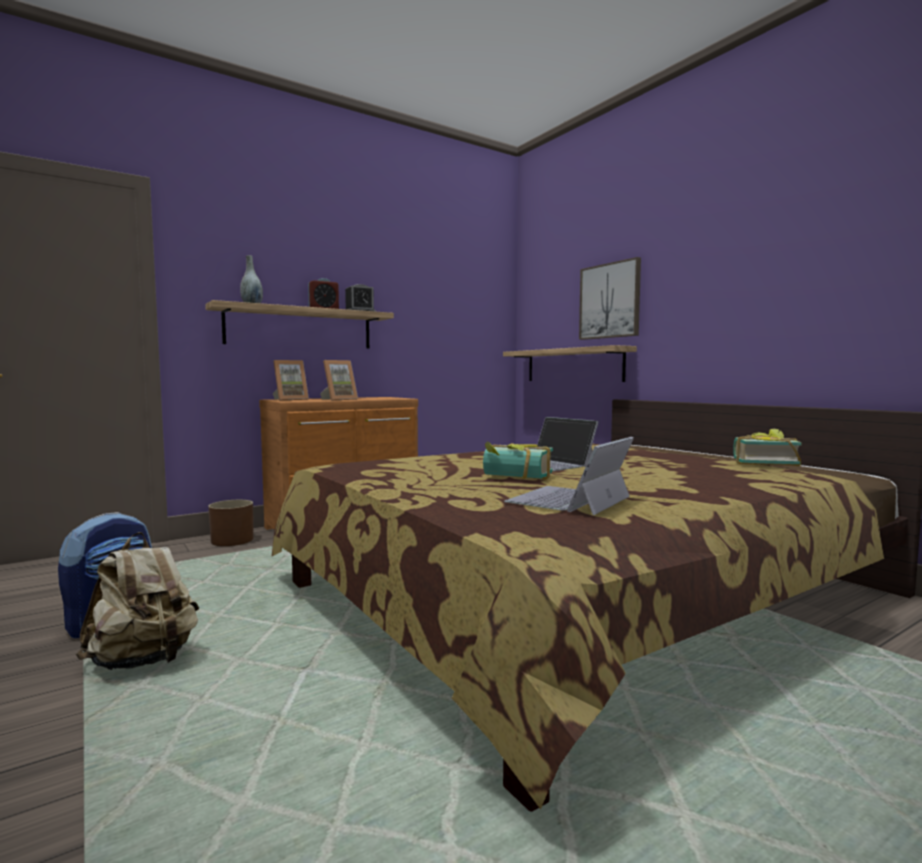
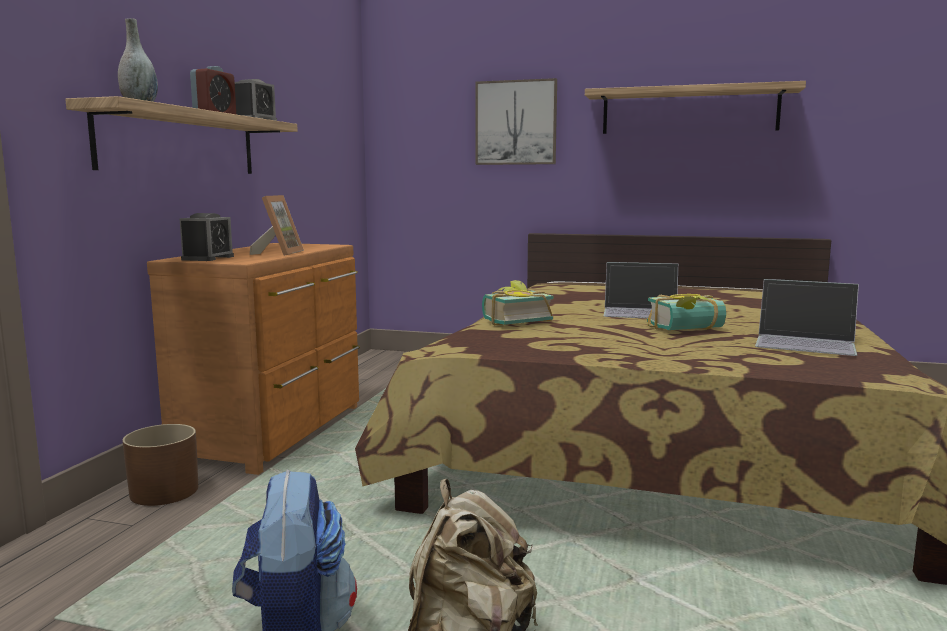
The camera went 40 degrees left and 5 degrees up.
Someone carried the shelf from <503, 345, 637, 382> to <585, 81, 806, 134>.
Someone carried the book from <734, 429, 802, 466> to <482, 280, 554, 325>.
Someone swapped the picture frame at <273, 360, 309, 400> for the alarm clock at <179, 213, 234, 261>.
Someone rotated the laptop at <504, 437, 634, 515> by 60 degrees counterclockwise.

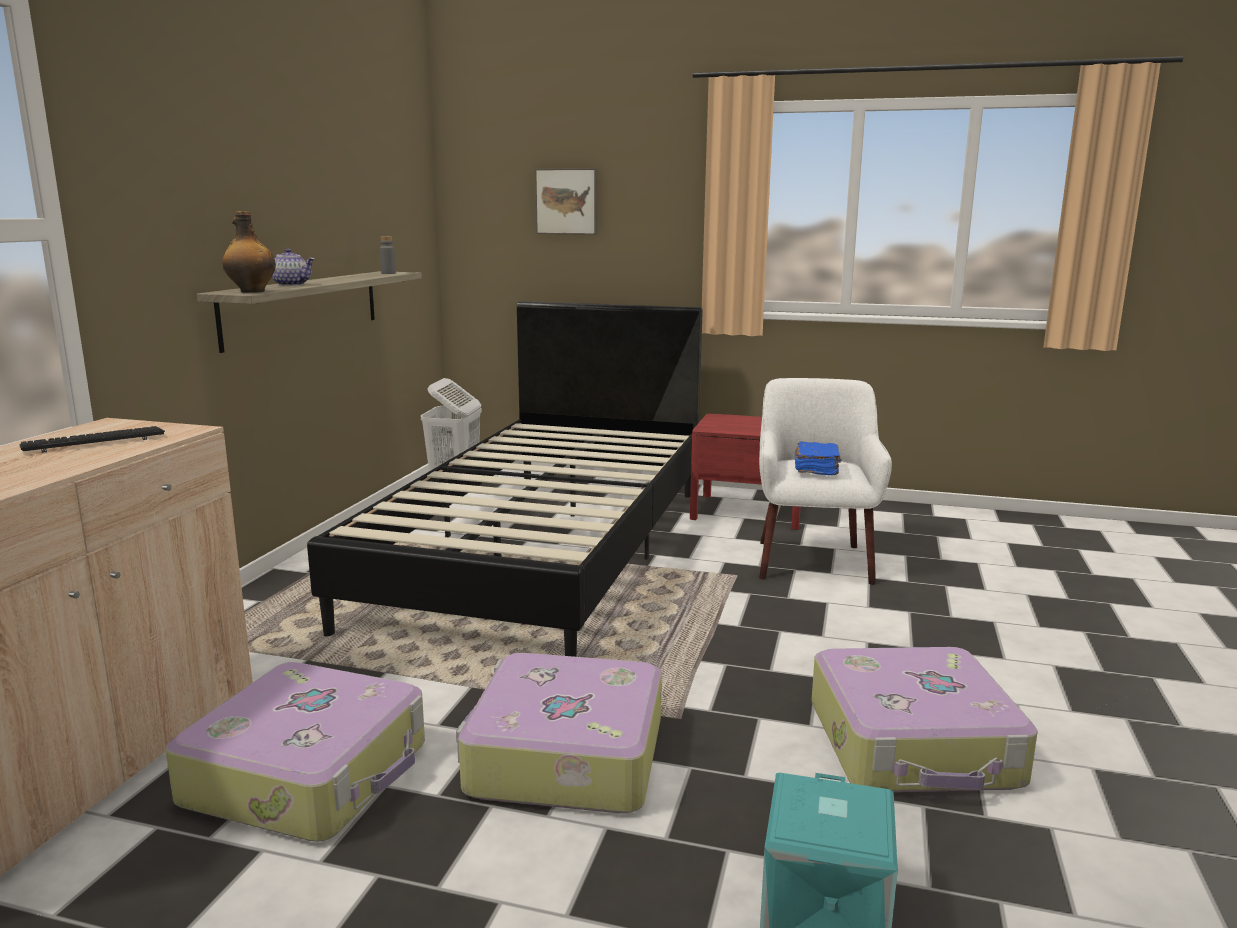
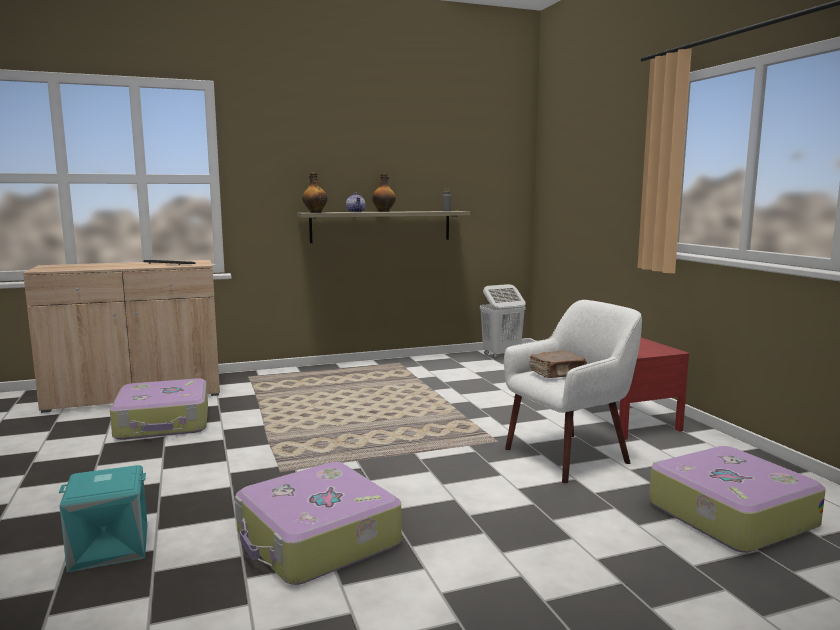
The camera went 55 degrees right and 5 degrees down.
Someone took away the bed/black at <307, 301, 703, 657>.
Someone took away the picture at <535, 168, 598, 235>.
Someone put down the bottle at <372, 173, 396, 212>.
Someone carried the suitcase from <456, 653, 662, 813> to <649, 446, 826, 553>.
Someone repainted the book/blue at <795, 441, 842, 476>, which became the book/brown at <529, 350, 587, 378>.

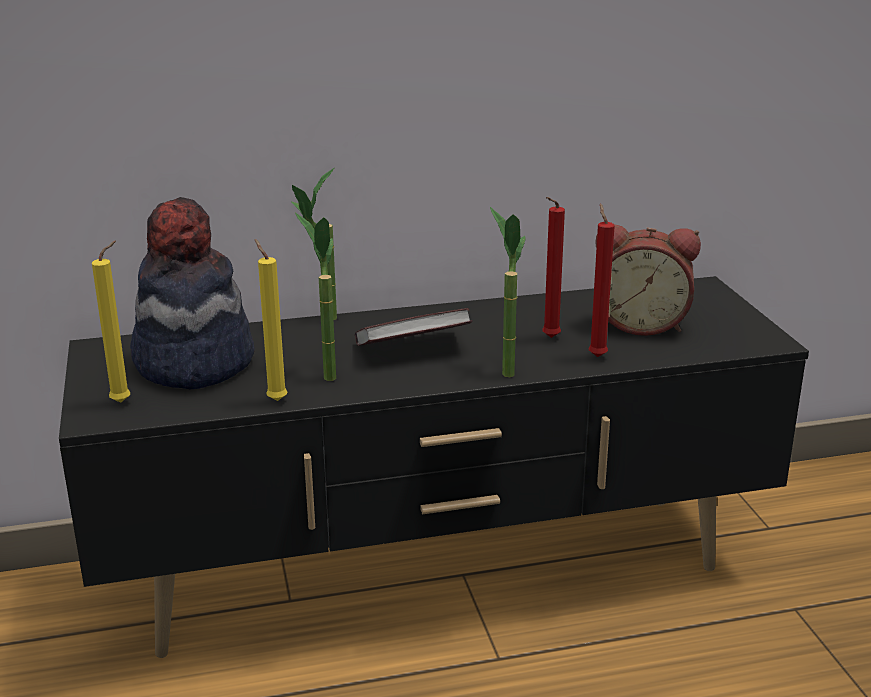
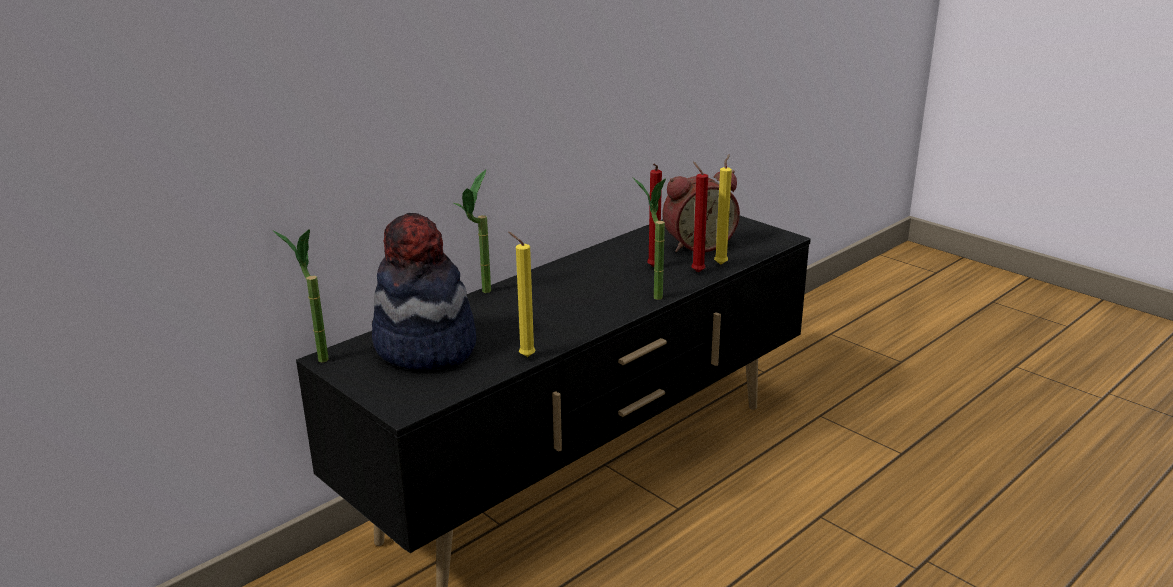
The camera went 30 degrees left and 0 degrees up.
Someone took away the book at <355, 308, 473, 346>.
Someone carried the candle/yellow from <92, 241, 130, 403> to <714, 154, 732, 265>.
Someone carried the potted plant from <295, 213, 336, 381> to <272, 229, 329, 363>.

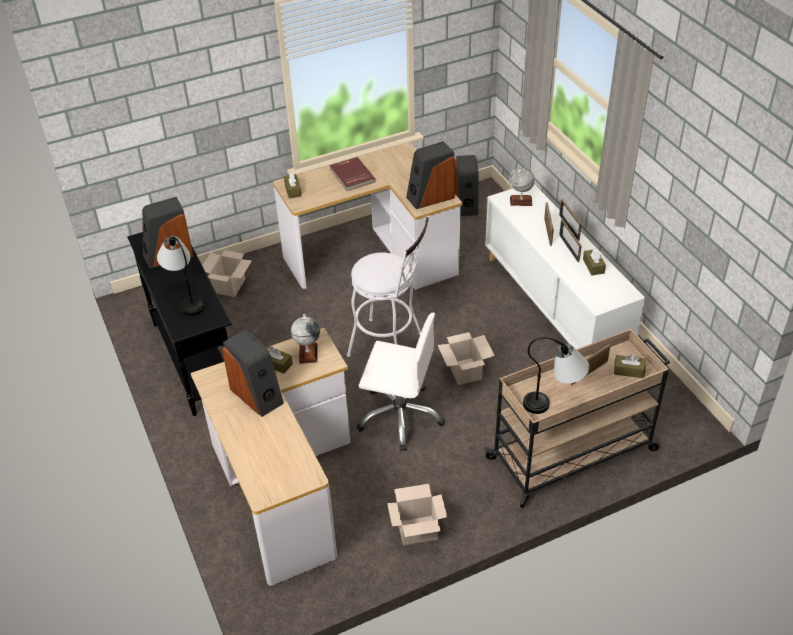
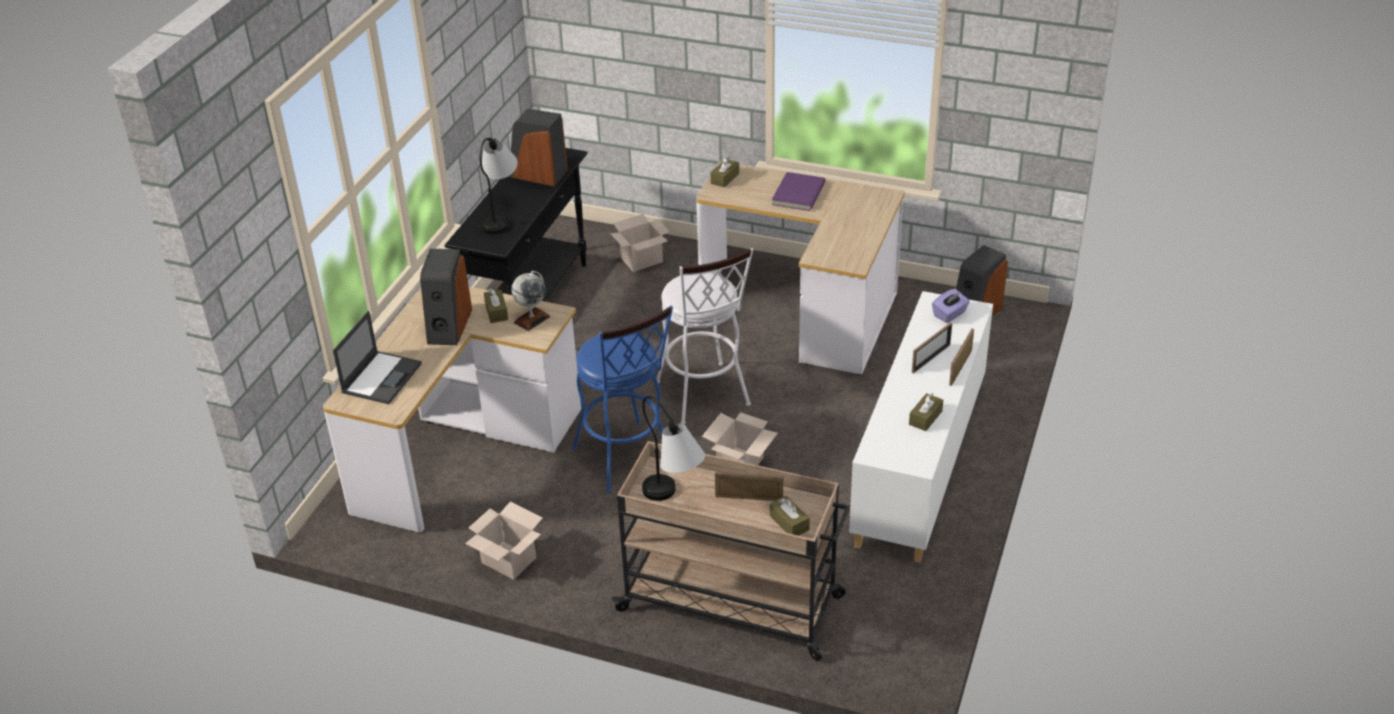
The camera went 45 degrees right and 5 degrees down.
Someone took away the speaker at <406, 141, 455, 209>.
Someone took away the picture frame at <559, 219, 582, 262>.
Someone put down the laptop at <333, 311, 422, 404>.
Someone swapped the office chair/white at <357, 313, 445, 451> for the stool/blue at <572, 305, 673, 493>.
Someone swapped the globe at <509, 168, 535, 206> for the tissue box/purple at <932, 289, 970, 323>.
Someone repainted the book/red at <329, 157, 376, 191>, which became the book/purple at <772, 172, 826, 211>.

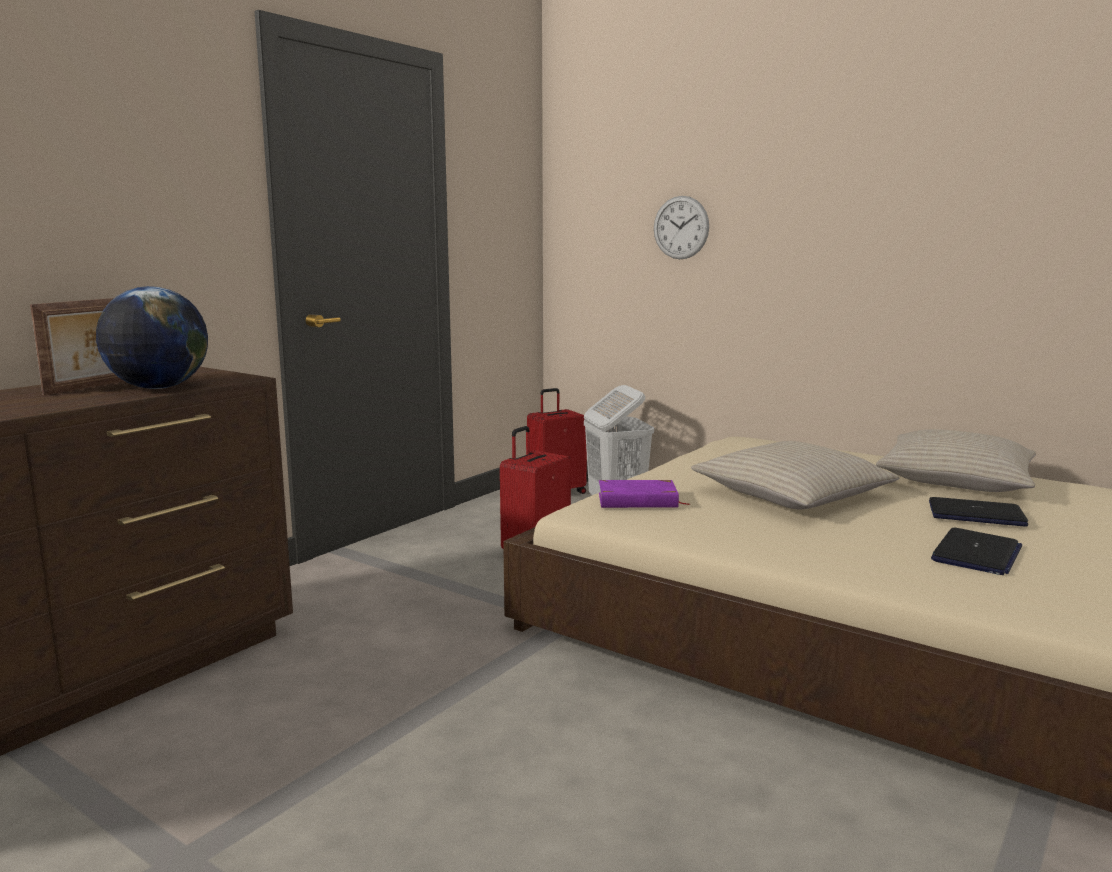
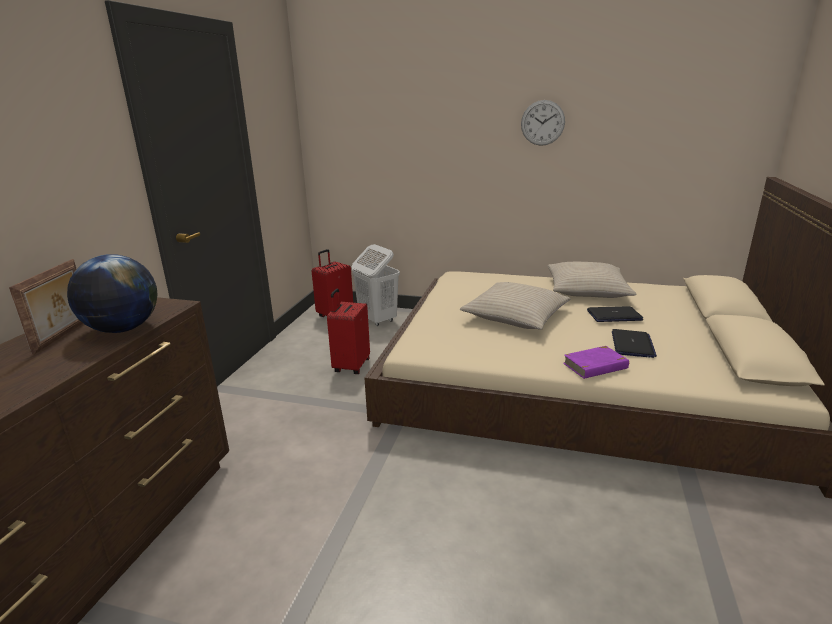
The camera went 20 degrees left and 10 degrees up.
Someone carried the book/purple from <599, 480, 690, 508> to <563, 346, 629, 379>.
Someone carried the wall clock from <654, 196, 709, 259> to <521, 100, 565, 146>.

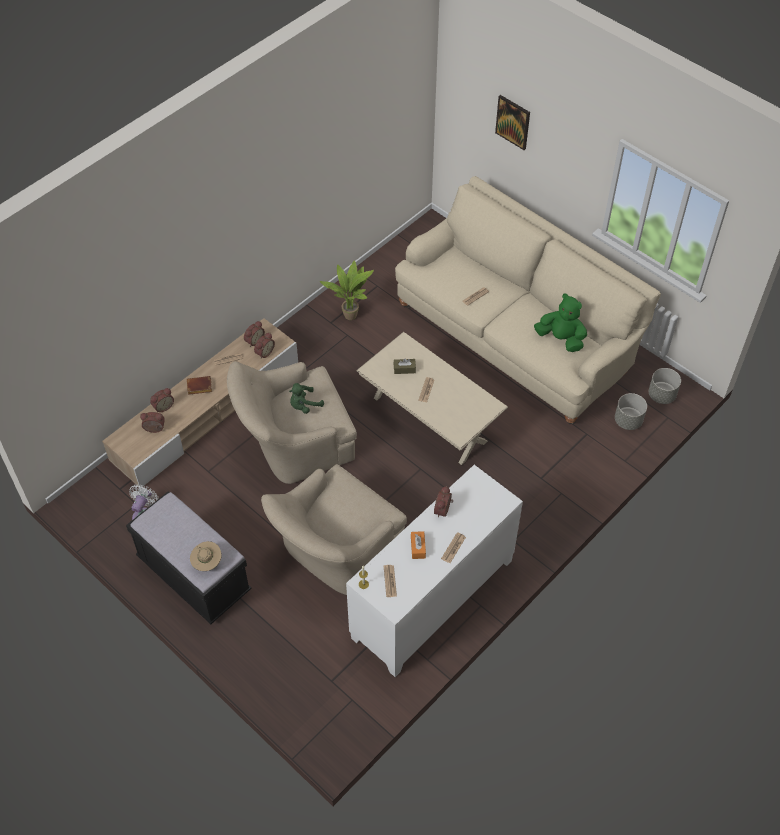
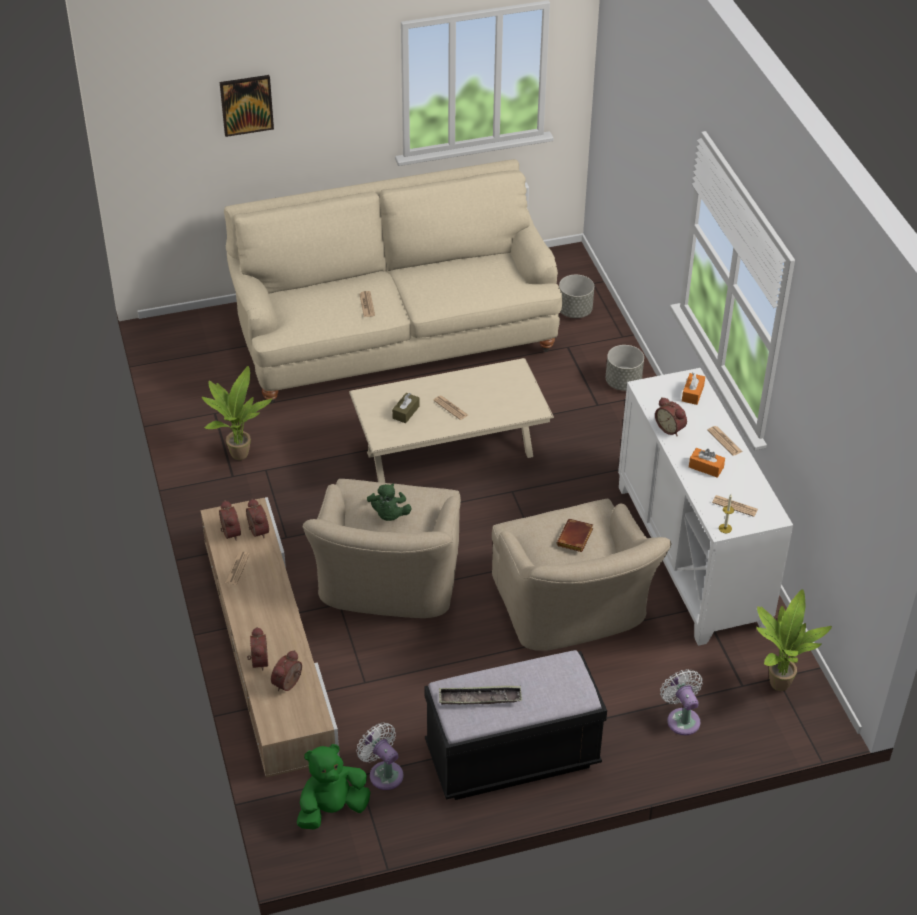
The camera went 60 degrees left and 10 degrees down.
Someone took away the hat/beige at <190, 541, 222, 571>.
Someone put down the tray at <439, 686, 522, 705>.
Someone put down the fan/white at <660, 669, 703, 735>.
Someone put down the tissue box/orange at <682, 373, 705, 405>.
Someone put down the potted plant at <757, 589, 832, 691>.
Someone carried the book/brown from <187, 376, 212, 395> to <557, 519, 593, 552>.
Someone carried the plush toy/green from <534, 293, 587, 352> to <297, 744, 371, 829>.
Someone carried the planter/grey from <649, 368, 681, 404> to <606, 345, 644, 391>.

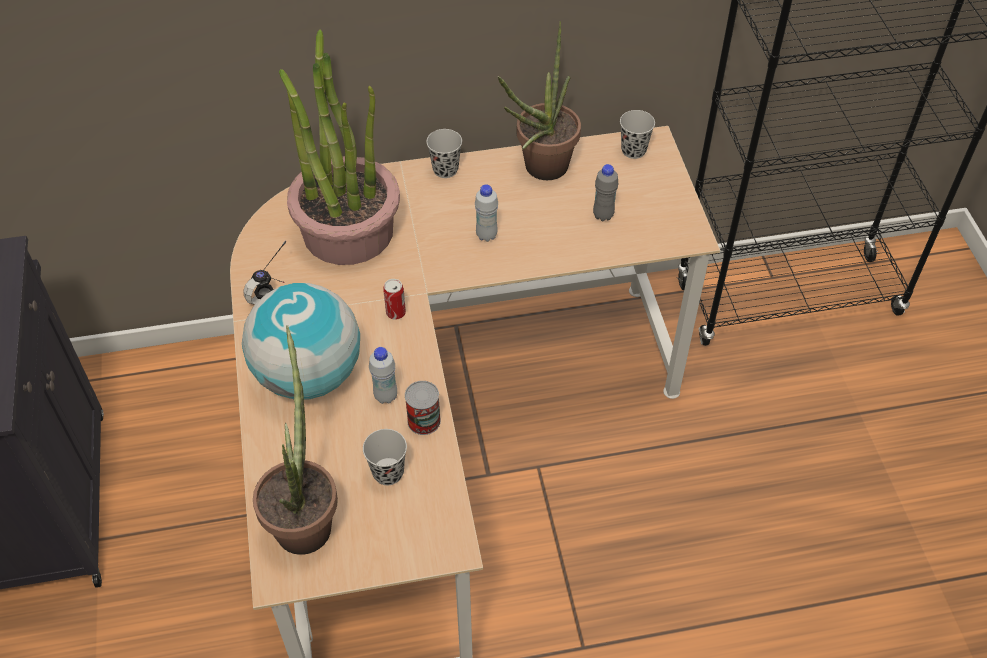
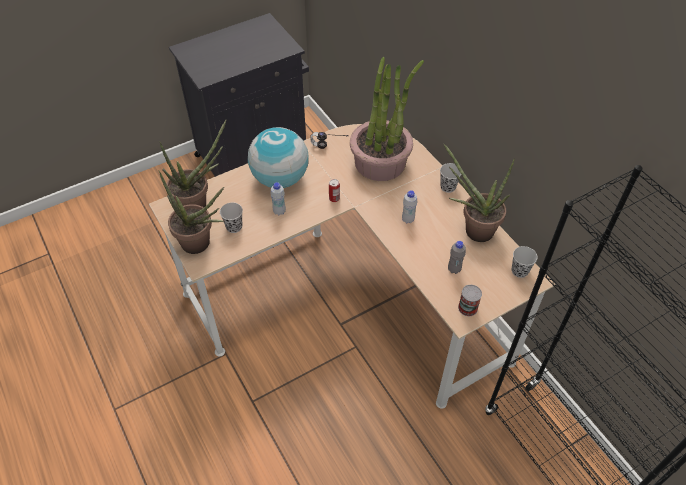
The camera went 70 degrees right and 0 degrees up.
Someone put down the potted plant at <159, 171, 224, 254>.
Someone carried the can from <405, 381, 441, 435> to <458, 285, 482, 316>.

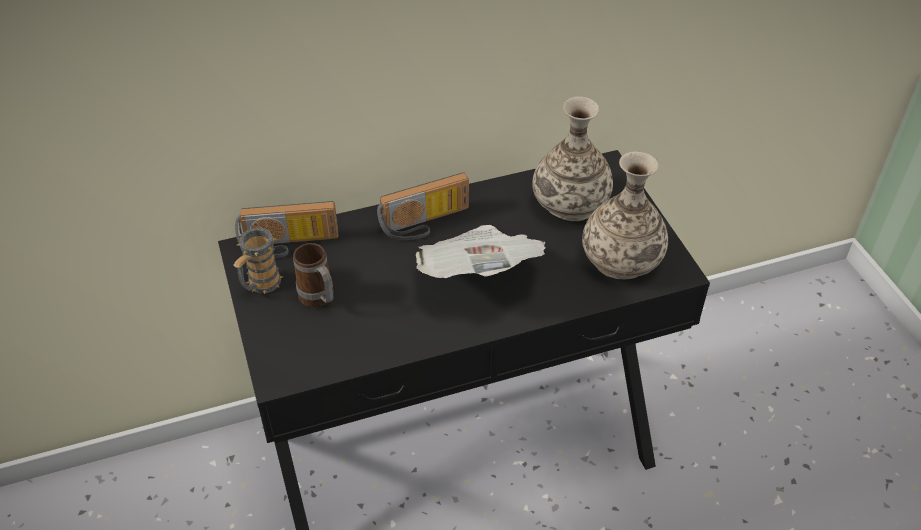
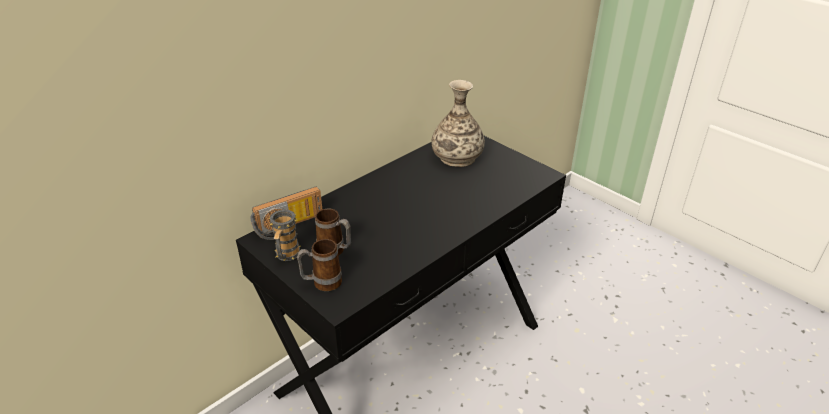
The camera went 25 degrees left and 10 degrees down.
Someone took away the radio at <377, 172, 469, 240>.
Someone took away the newspaper at <415, 225, 546, 278>.
Someone took away the vase at <582, 151, 668, 279>.
Someone put down the mug at <297, 239, 342, 291>.

